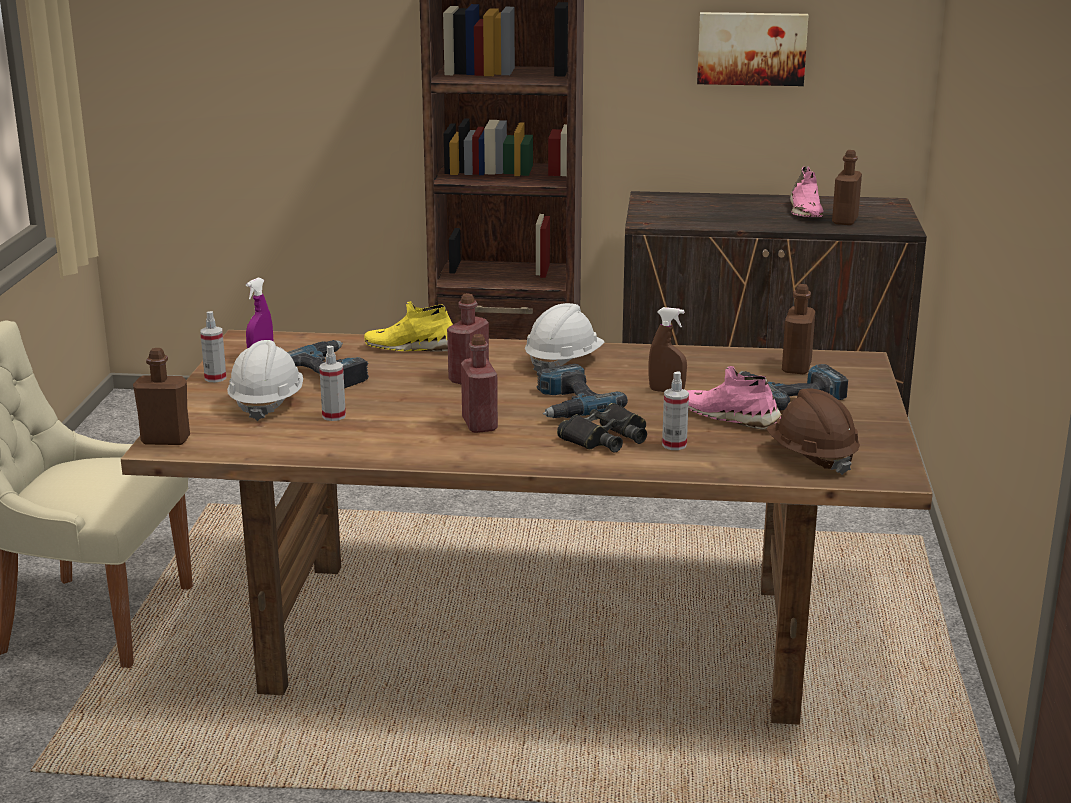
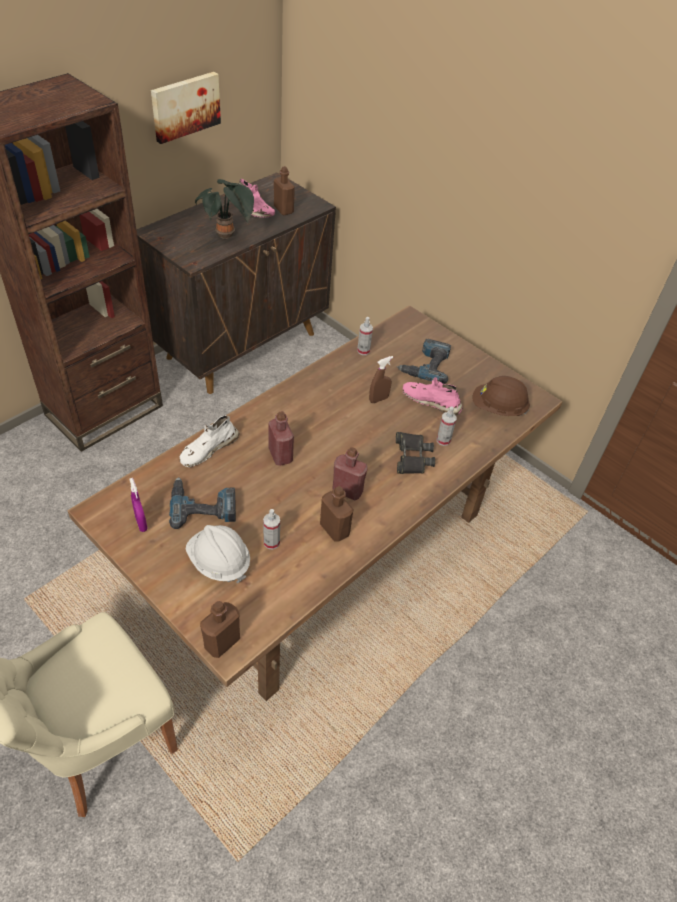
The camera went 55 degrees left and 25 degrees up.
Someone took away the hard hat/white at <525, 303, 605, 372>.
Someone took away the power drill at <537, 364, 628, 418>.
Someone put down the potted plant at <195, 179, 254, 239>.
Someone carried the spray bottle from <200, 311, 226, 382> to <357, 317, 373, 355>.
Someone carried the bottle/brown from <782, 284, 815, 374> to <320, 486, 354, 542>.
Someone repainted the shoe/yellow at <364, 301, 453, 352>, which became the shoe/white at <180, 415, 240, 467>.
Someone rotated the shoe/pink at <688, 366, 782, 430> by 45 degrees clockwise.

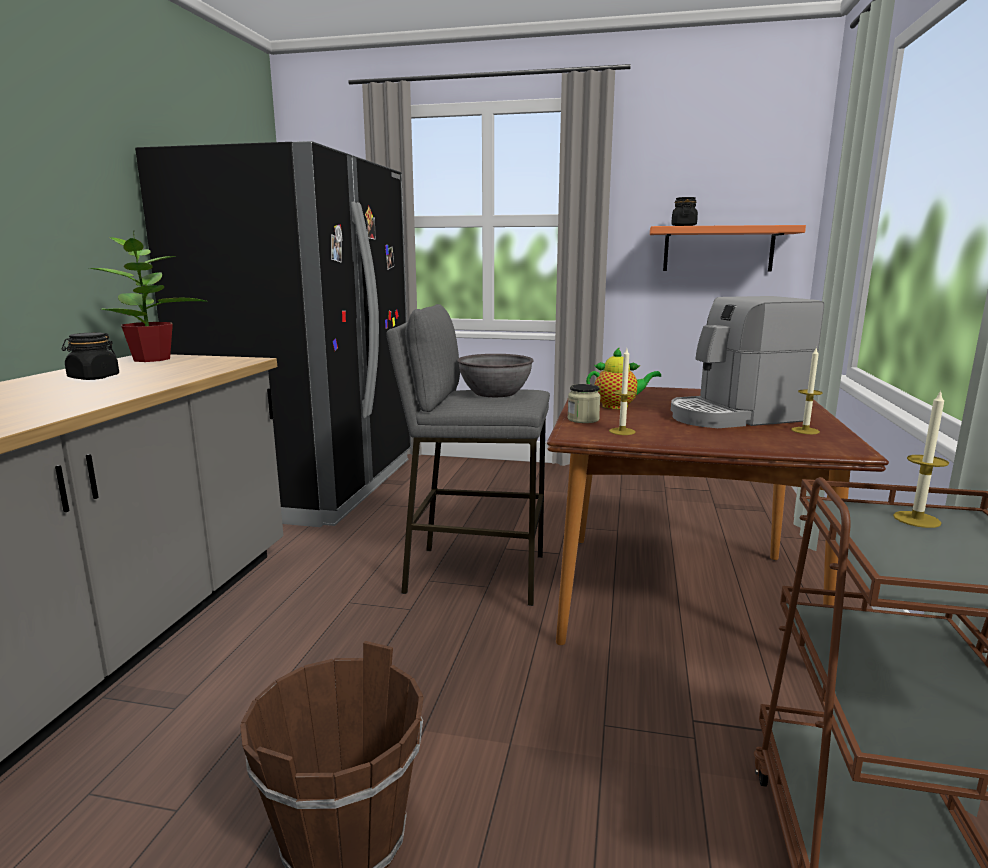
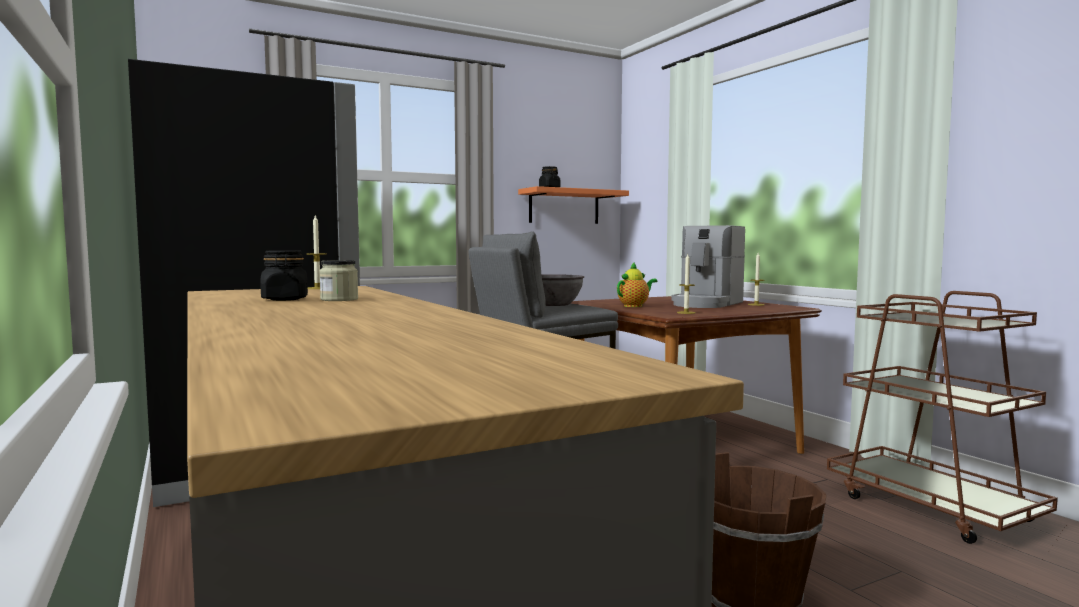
The camera went 40 degrees left and 10 degrees down.
Someone took away the potted plant at <89, 237, 206, 362>.
Someone carried the jar from <567, 384, 600, 423> to <319, 260, 358, 301>.
Someone carried the candle from <893, 390, 949, 528> to <307, 215, 327, 289>.

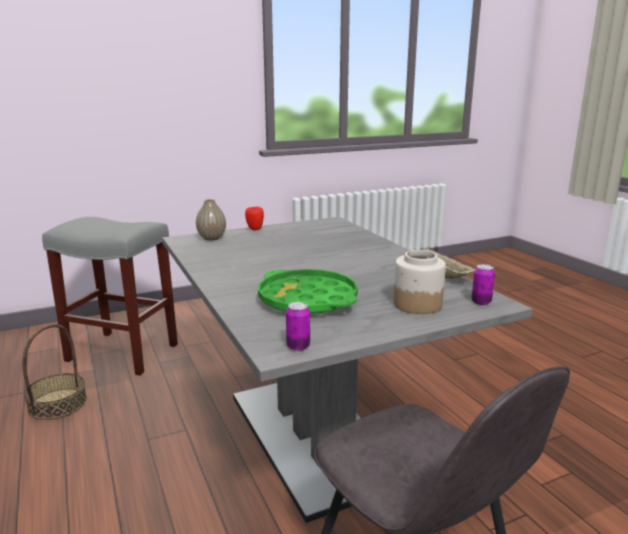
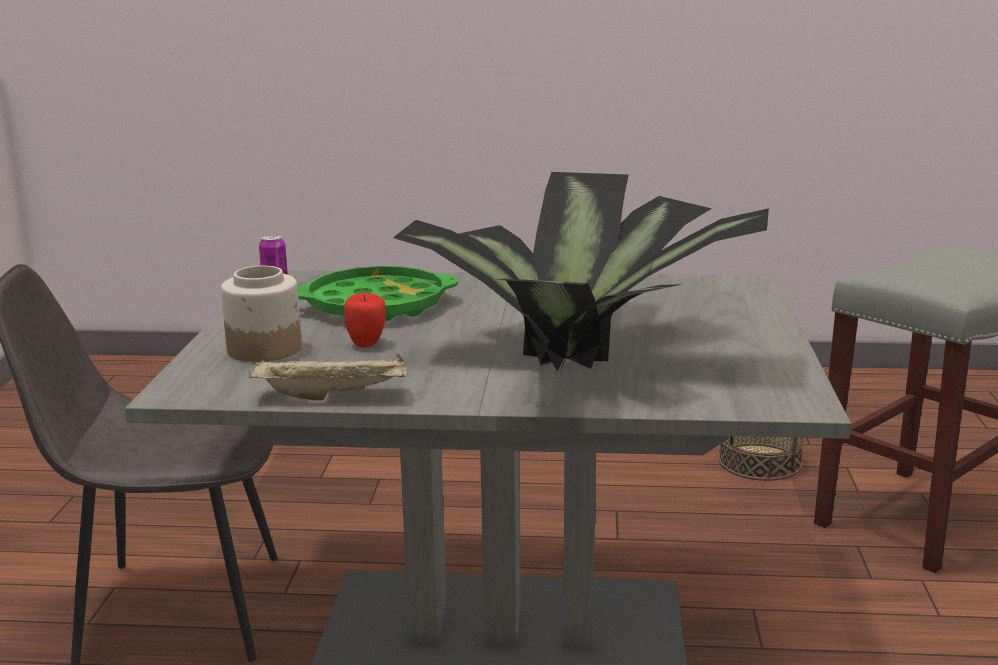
The camera went 120 degrees right and 0 degrees up.
Someone took away the vase at <196, 199, 226, 241>.
Someone took away the can at <471, 264, 495, 305>.
Someone put down the potted plant at <393, 172, 769, 371>.
Someone carried the apple from <245, 207, 264, 230> to <344, 293, 386, 348>.

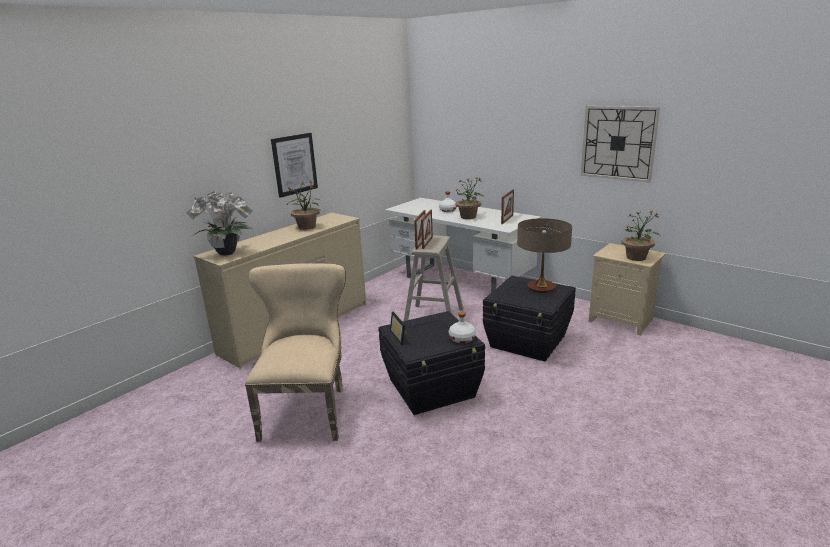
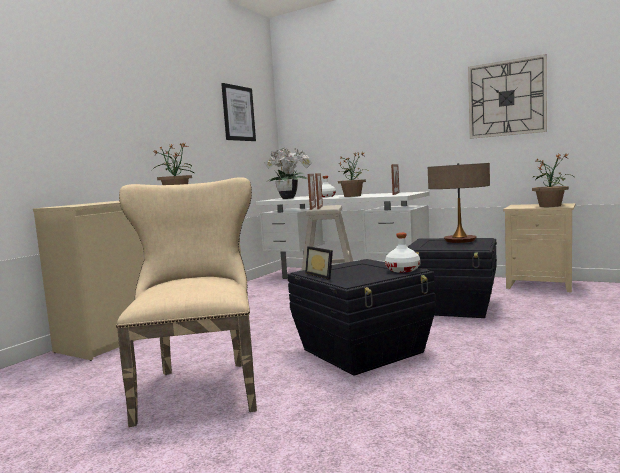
The camera went 10 degrees left and 15 degrees down.
Someone carried the potted plant from <186, 191, 253, 256> to <265, 147, 312, 199>.
Someone carried the picture from <271, 133, 318, 198> to <221, 83, 256, 141>.

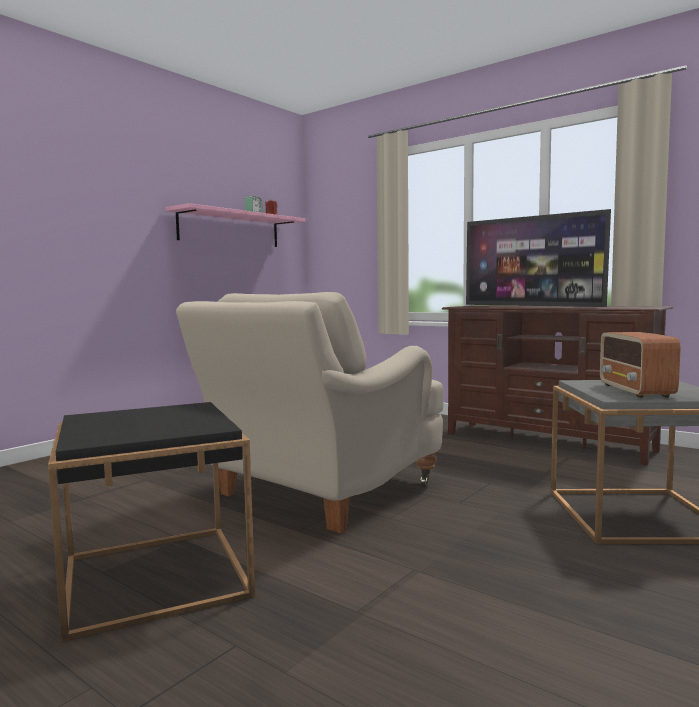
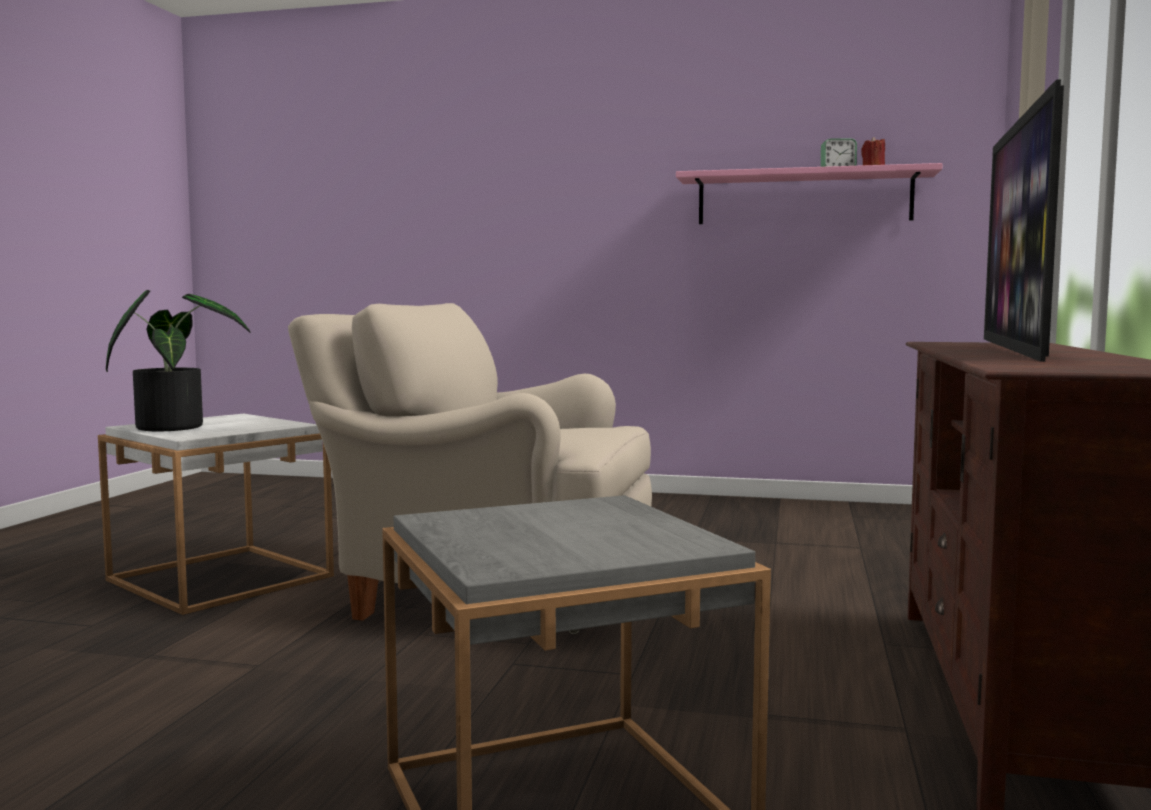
The camera went 65 degrees right and 0 degrees up.
Someone took away the radio at <600, 332, 680, 398>.
Someone put down the potted plant at <106, 290, 250, 431>.
Someone repainted the side table/black at <48, 402, 255, 642>, which became the side table/white at <98, 414, 334, 615>.

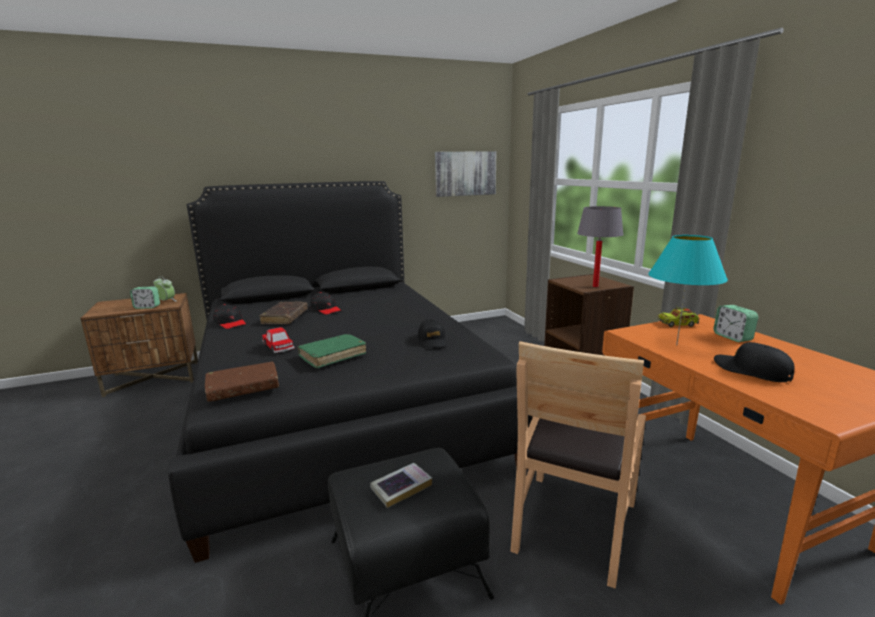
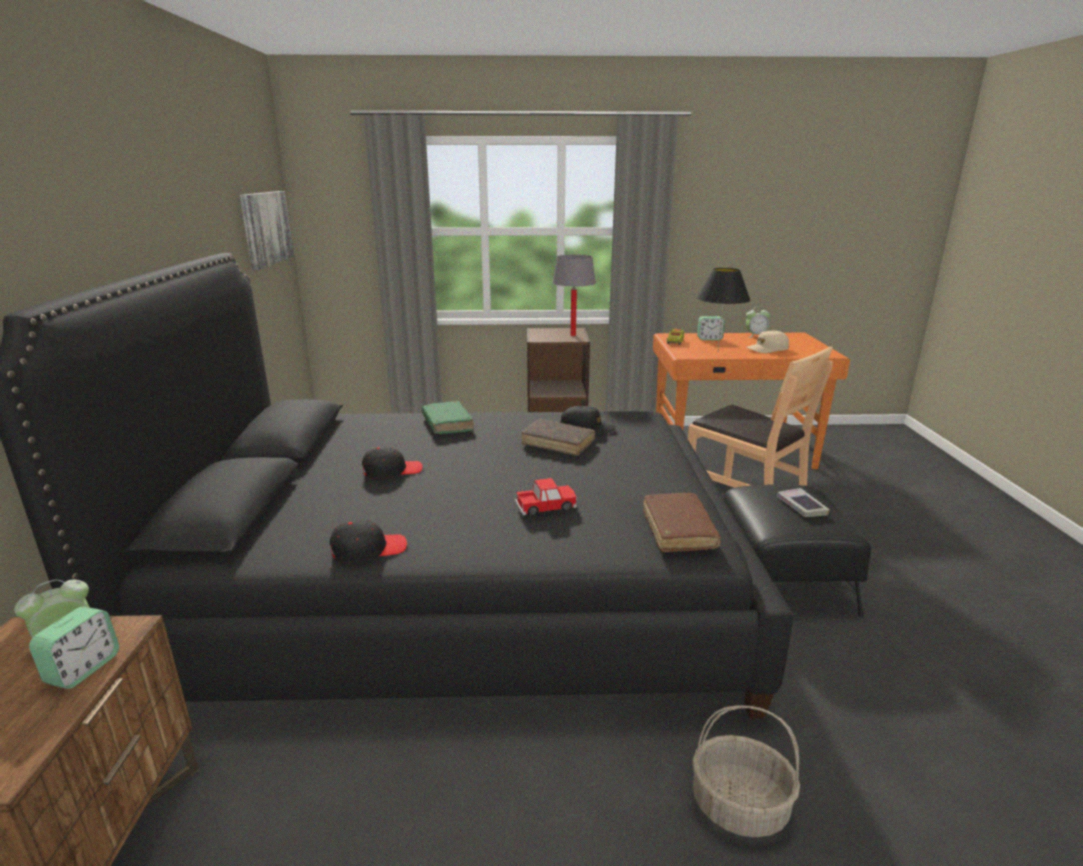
The camera went 70 degrees left and 5 degrees up.
Someone put down the basket at <692, 705, 800, 838>.
Someone put down the alarm clock at <746, 306, 770, 338>.
Someone carried the book/brown from <260, 302, 308, 324> to <521, 419, 595, 456>.
Someone carried the book/green from <298, 334, 366, 368> to <422, 401, 474, 434>.
Someone repainted the table lamp/turquoise at <648, 235, 728, 345>, which became the table lamp/black at <697, 268, 751, 350>.
Someone repainted the cap/black at <714, 342, 795, 382>, which became the cap/beige at <746, 330, 789, 353>.

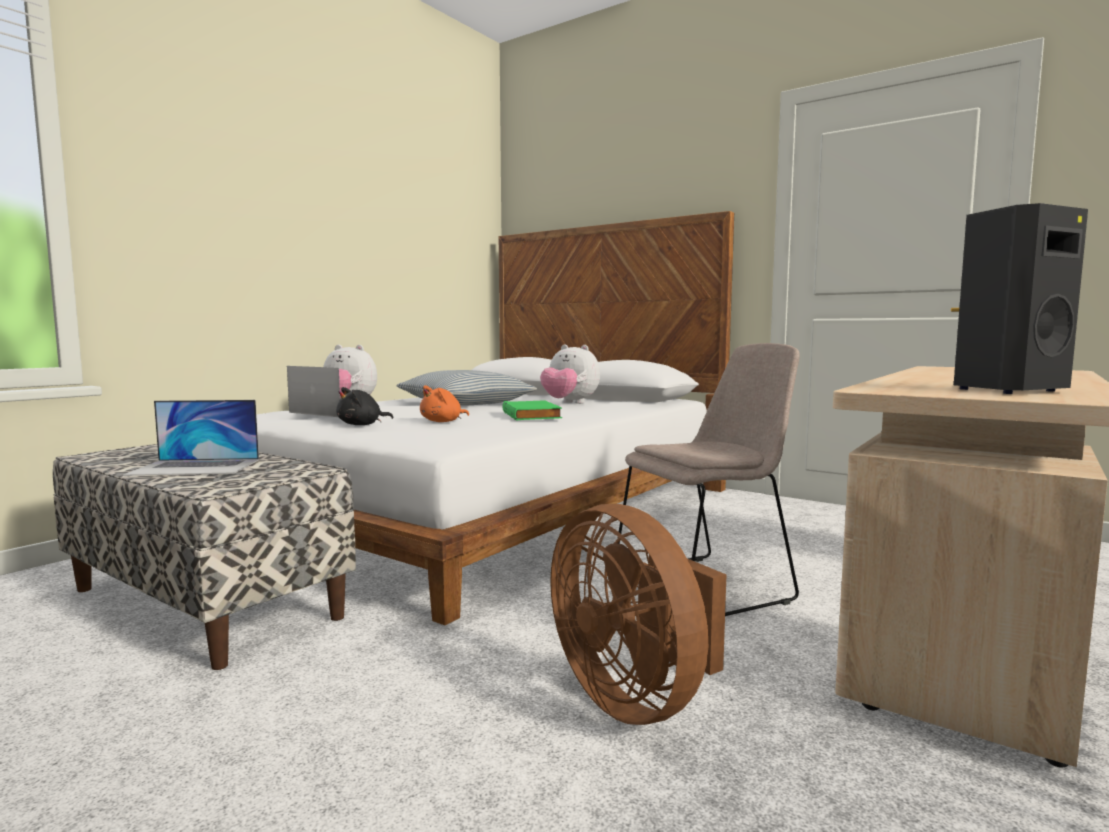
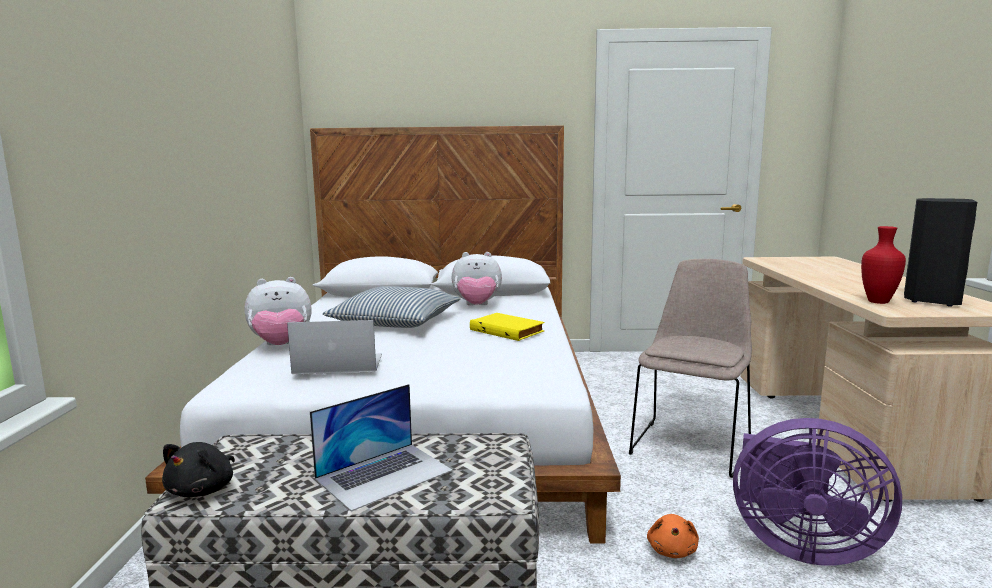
The camera went 35 degrees left and 5 degrees up.
Someone put down the vase/red at <861, 226, 906, 304>.
Someone carried the plush toy/black from <336, 387, 393, 425> to <162, 442, 235, 497>.
Someone carried the plush toy/orange from <420, 385, 469, 422> to <647, 514, 699, 558>.
Someone repainted the book/green at <503, 400, 562, 420>, which became the book/yellow at <470, 313, 545, 341>.
Someone repainted the fan/brown at <550, 504, 726, 725>, which became the fan/purple at <733, 418, 902, 565>.

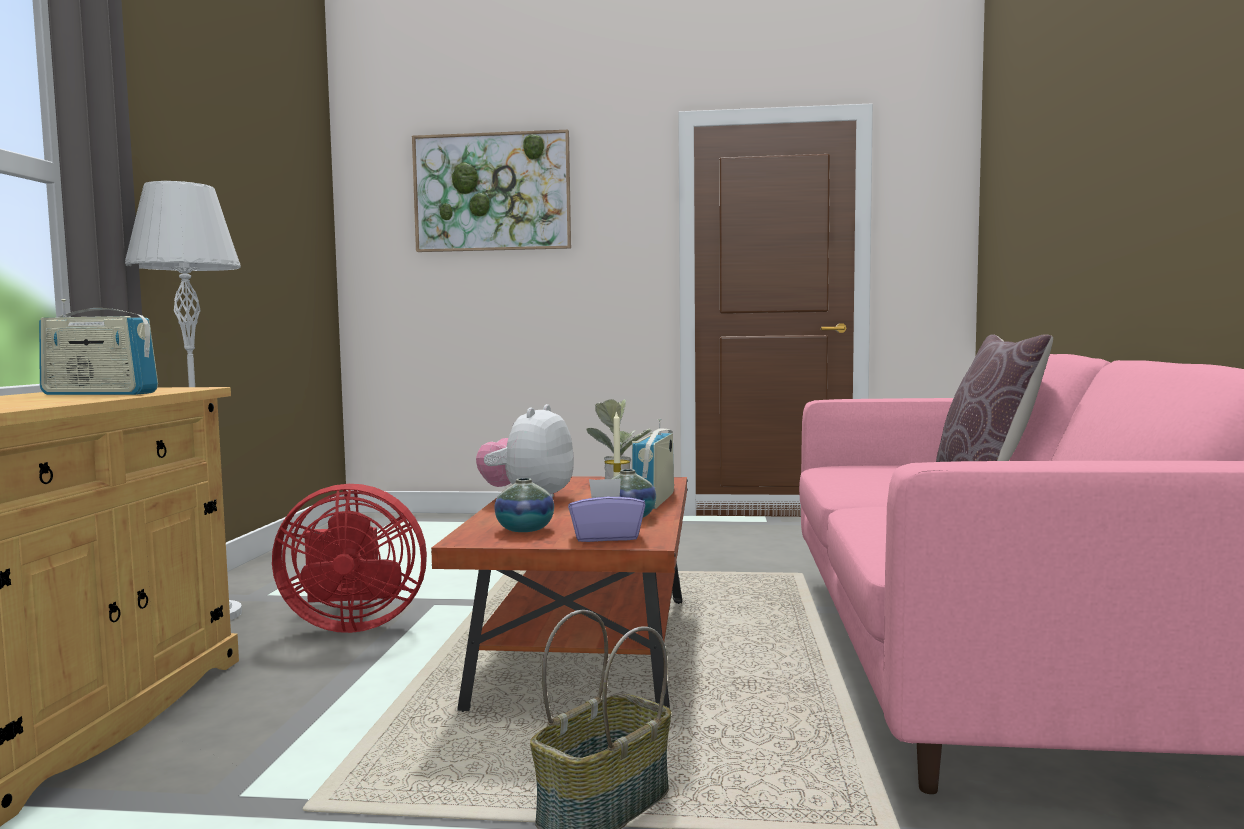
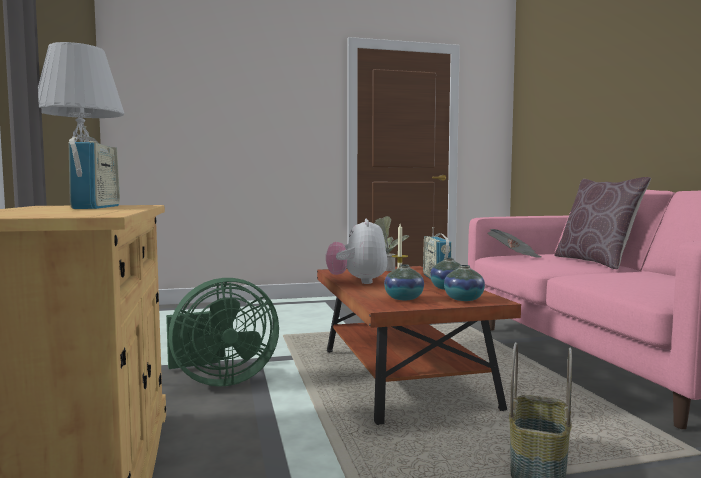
The camera went 20 degrees left and 0 degrees up.
Someone took away the picture at <412, 130, 571, 252>.
Someone put down the newspaper at <487, 229, 541, 258>.
Someone swapped the tissue box/purple at <568, 478, 645, 542> for the vase at <444, 265, 485, 301>.
Someone repainted the fan/red at <272, 484, 427, 633>, which became the fan/green at <166, 278, 279, 387>.
Someone rotated the radio at <39, 299, 158, 395> by 90 degrees counterclockwise.

